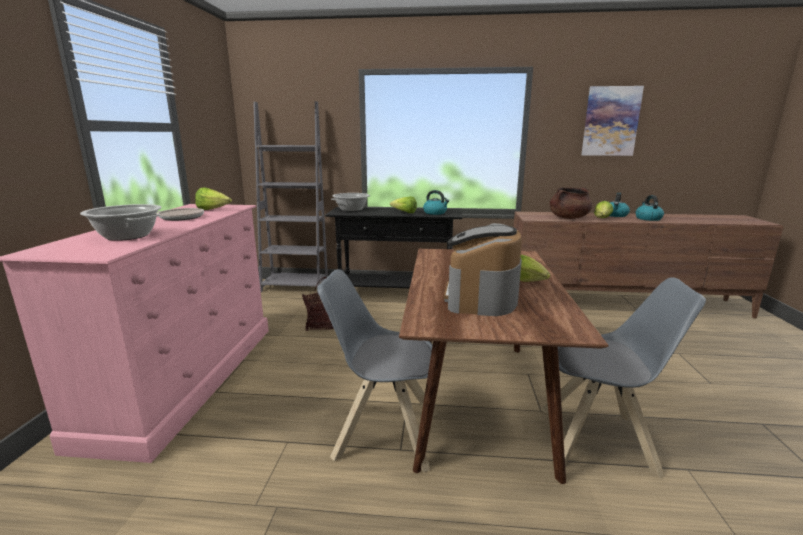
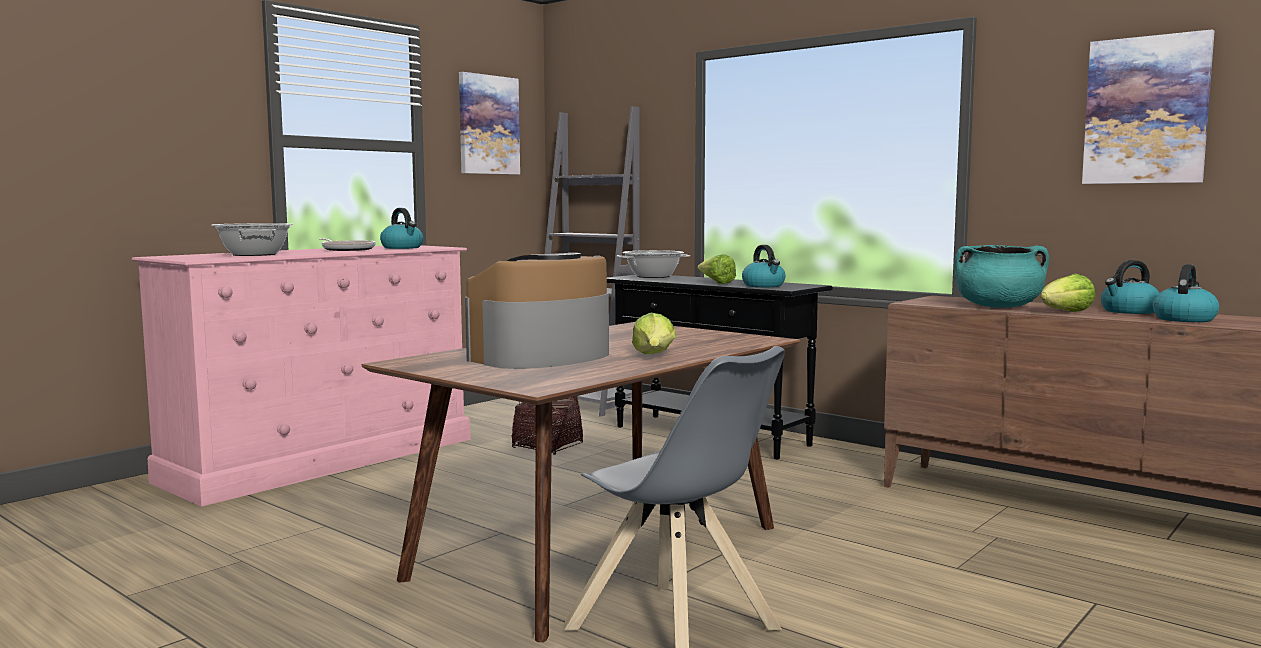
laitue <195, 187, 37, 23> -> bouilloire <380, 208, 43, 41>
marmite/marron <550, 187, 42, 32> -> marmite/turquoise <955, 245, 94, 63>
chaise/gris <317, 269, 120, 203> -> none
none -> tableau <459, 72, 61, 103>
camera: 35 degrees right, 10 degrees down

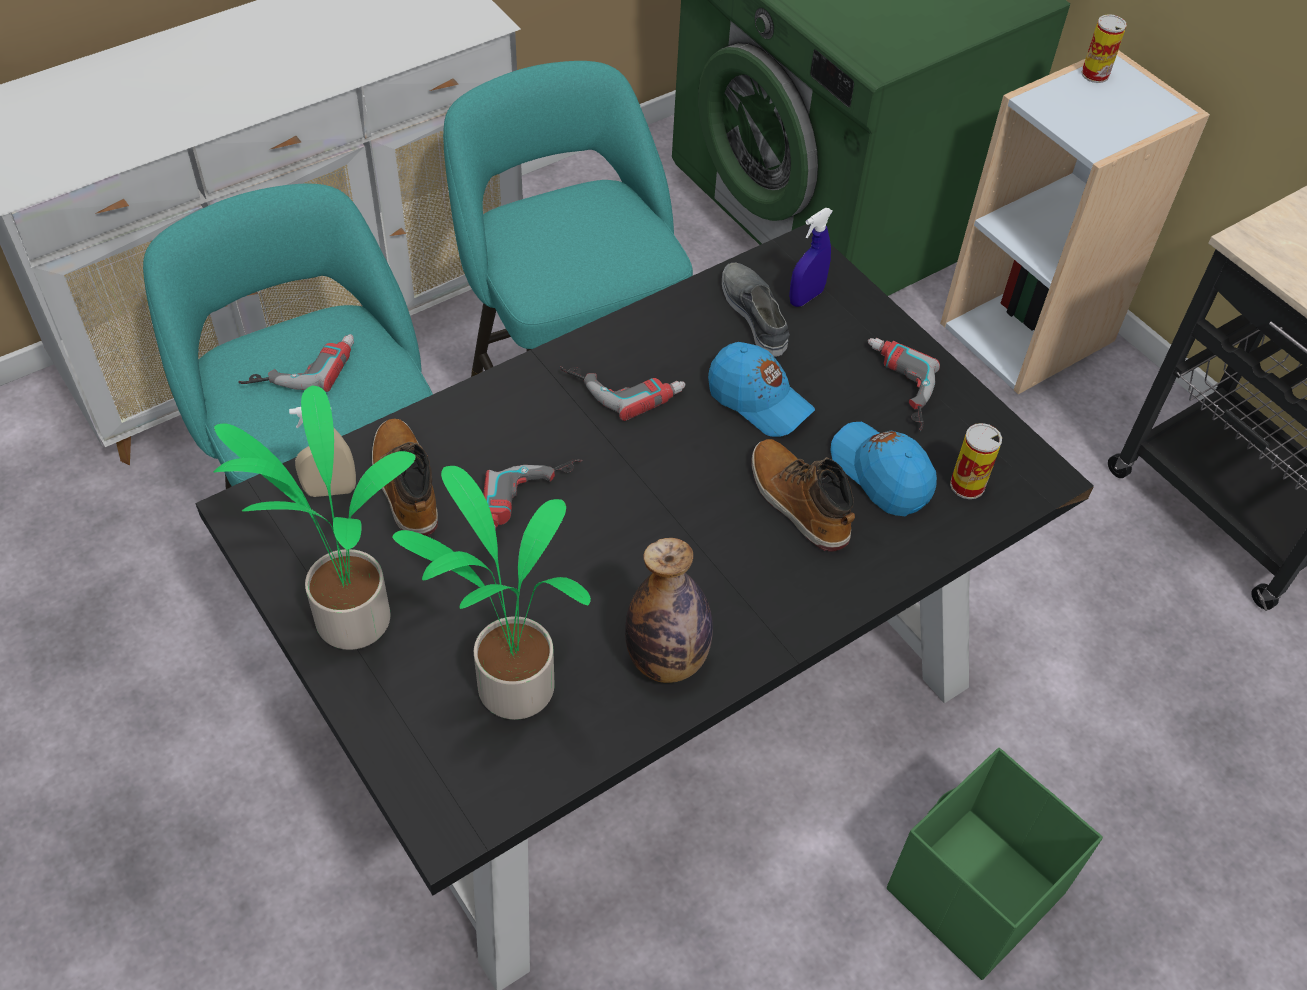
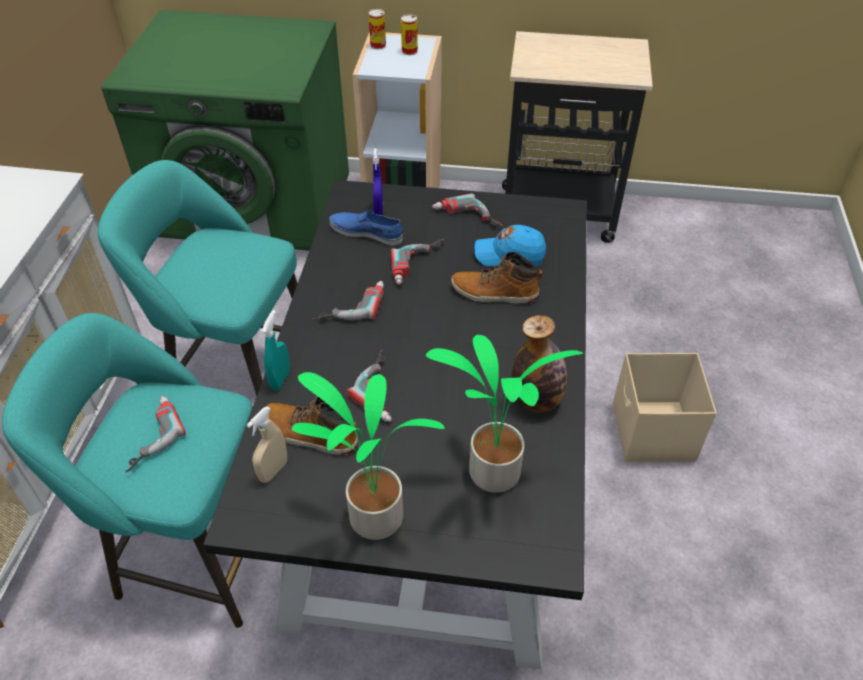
chaussure/gris <722, 263, 68, 94> -> chaussure/bleu <329, 210, 74, 35>
casquette/bleu <708, 342, 107, 95> -> perceuse <390, 239, 54, 46>
boîte métallique <950, 423, 52, 76> -> boîte métallique <401, 14, 17, 41>, move
boîte de rangement/vert <887, 748, 216, 232> -> boîte de rangement/beige <613, 353, 104, 109>
none -> vaporisateur/turquoise <261, 310, 29, 80>
camera: 45 degrees left, 5 degrees down

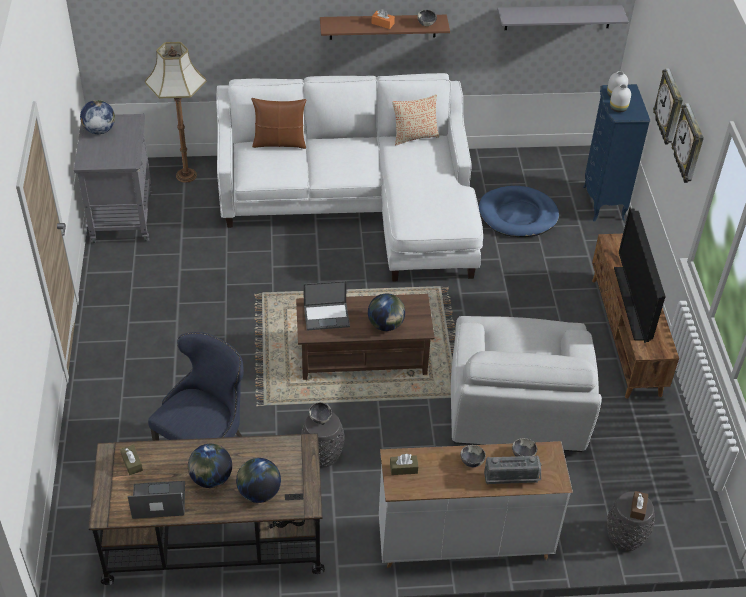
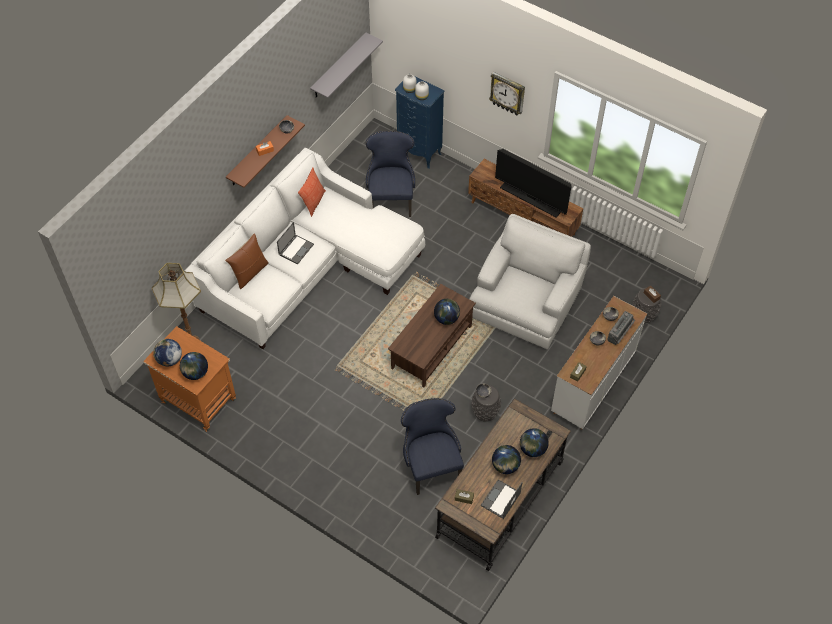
horloge murale <653, 68, 30, 77> -> none
coussin/beige <392, 94, 48, 51> -> coussin/orange <298, 168, 28, 49>
chariot/gris <74, 114, 78, 129> -> chariot/orange <143, 326, 93, 106>
panier pour chien/bleu <479, 186, 80, 51> -> chaise/bleu <366, 131, 49, 86>
ordinateur portable <303, 281, 47, 49> -> ordinateur portable <277, 222, 37, 42>, move
fauteuil/blanc <451, 316, 151, 136> -> fauteuil/blanc <469, 214, 122, 135>, 105 degrees counterclockwise
none -> globe <180, 352, 28, 28>
camera: 50 degrees left, 10 degrees up

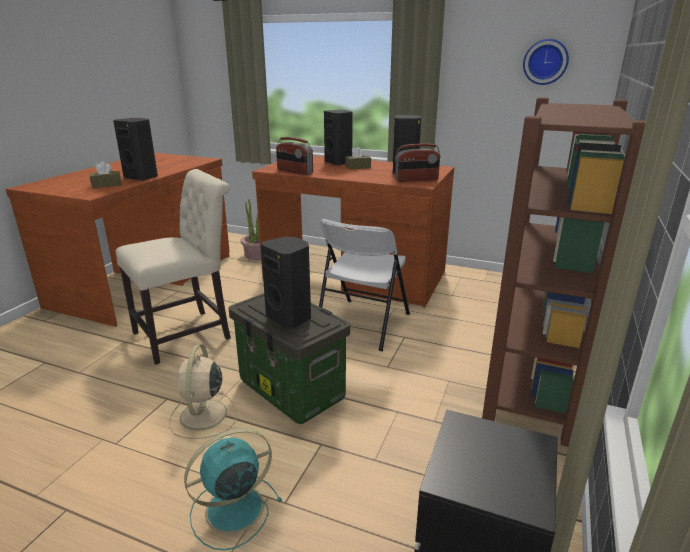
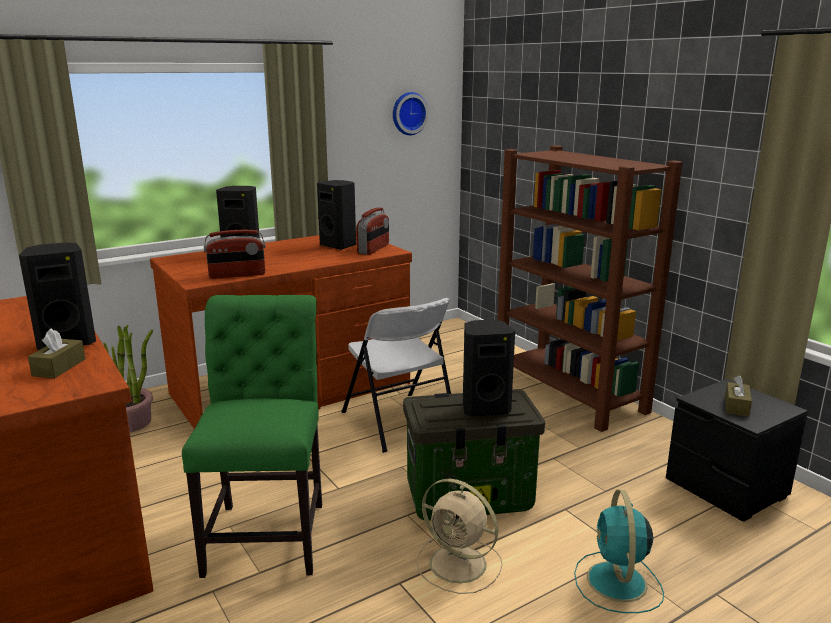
boîte à mouchoirs/marron <345, 147, 26, 22> -> boîte à mouchoirs/marron <725, 375, 27, 42>, move
chaise/beige <116, 169, 115, 196> -> chaise/vert <182, 295, 140, 283>
camera: 55 degrees left, 5 degrees down

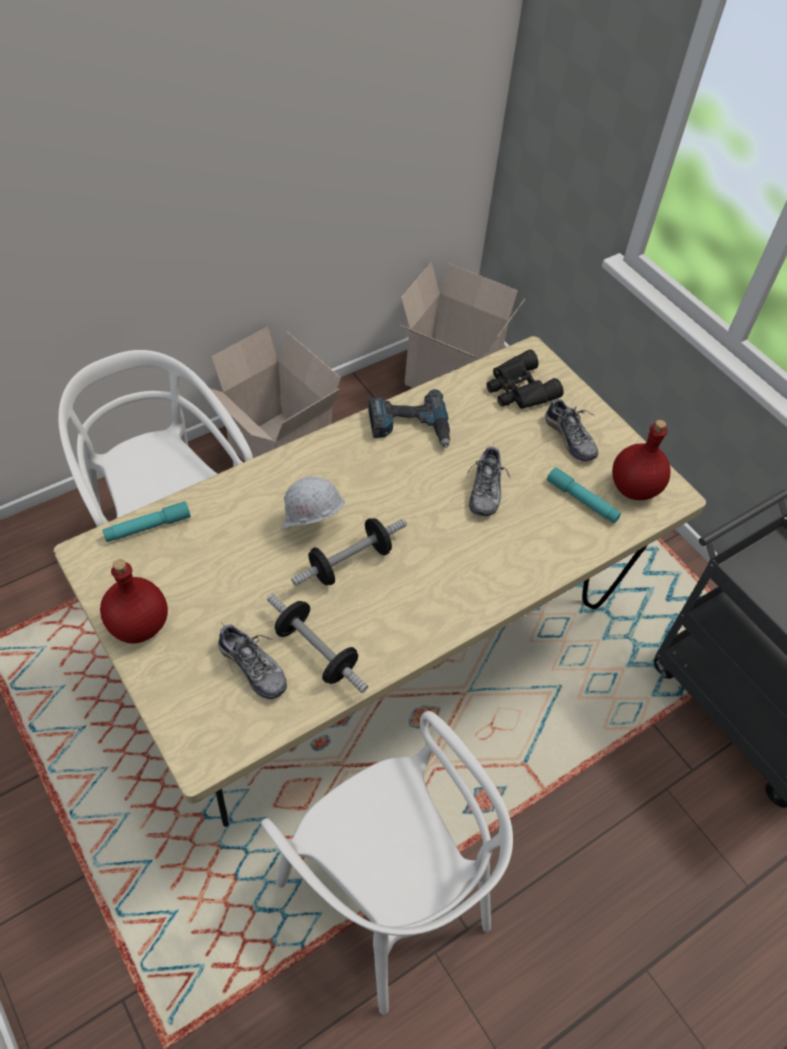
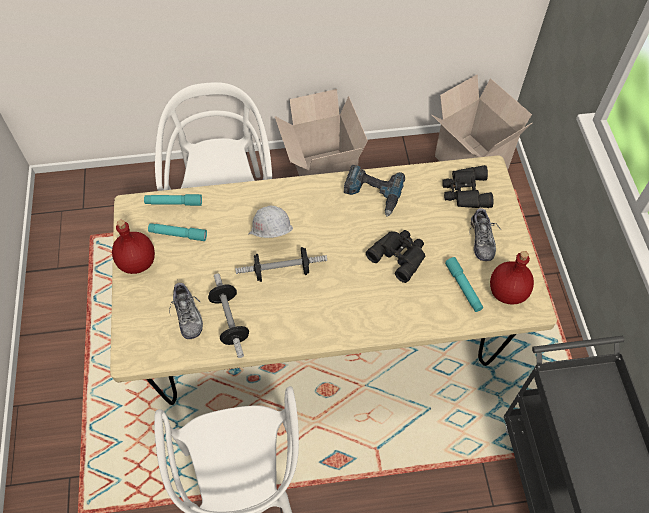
chaussure <467, 444, 43, 72> -> jumelles/noir <366, 230, 59, 53>
none -> lampe de poche/turquoise <148, 223, 59, 18>
camera: 30 degrees right, 5 degrees up

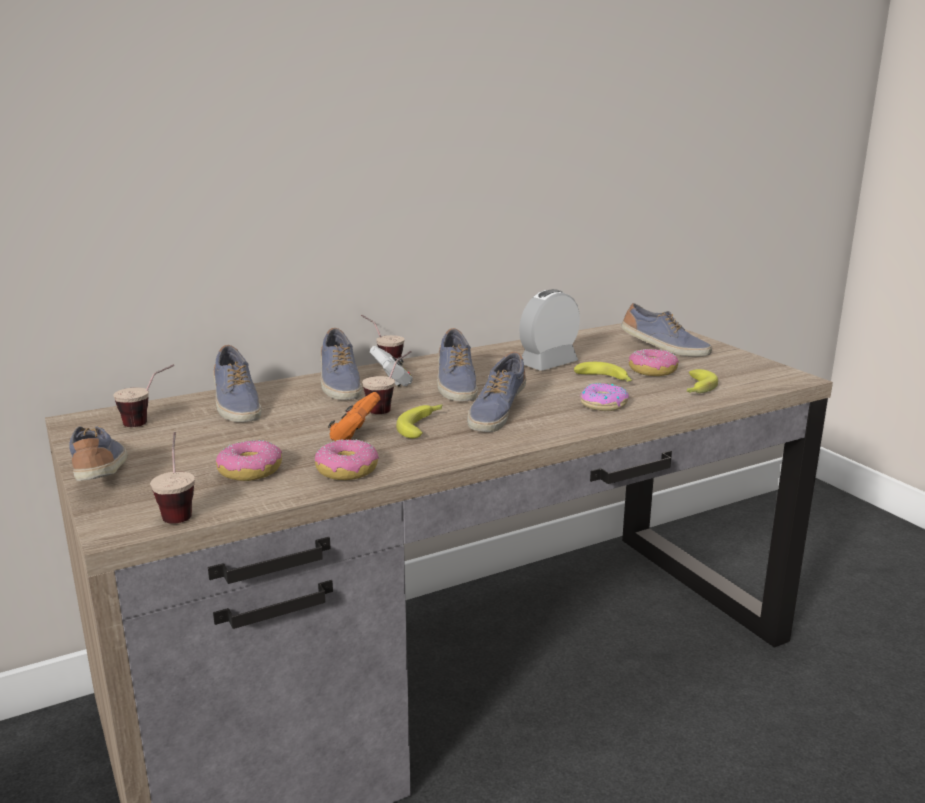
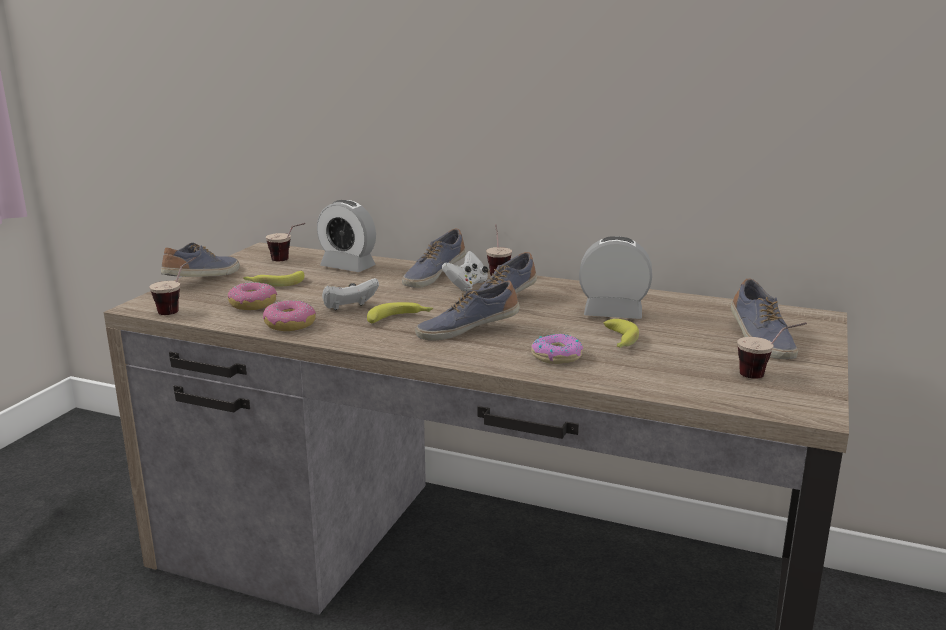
chaussure <213, 345, 48, 77> -> réveil <317, 200, 59, 72>
beignet <629, 349, 50, 27> -> none
tasse <362, 351, 49, 63> -> tasse <737, 322, 70, 57>, move
banane <687, 369, 31, 24> -> banane <243, 271, 61, 15>, move
manette/orange <328, 392, 52, 49> -> manette/blanc <322, 278, 57, 32>
camera: 50 degrees right, 0 degrees up

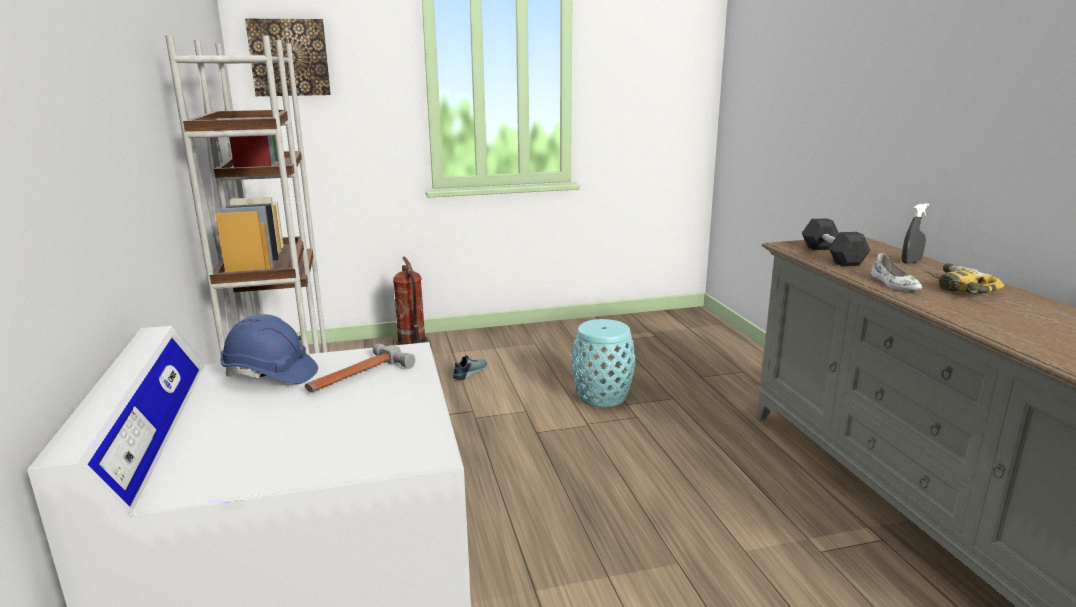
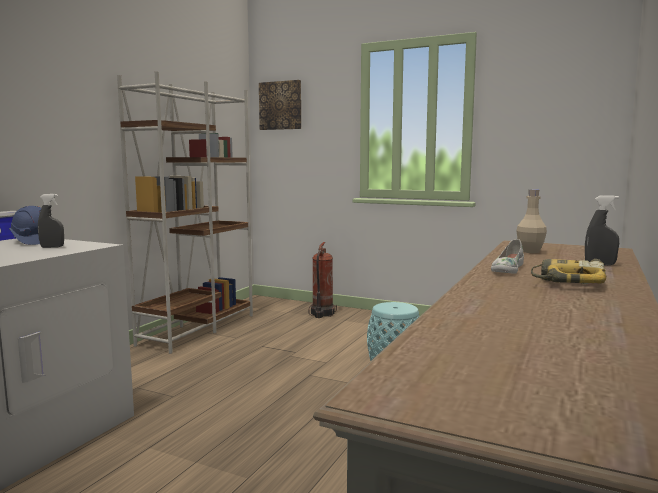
haltère/noir <802, 218, 68, 48> -> bouteille/beige <516, 189, 31, 64>
marteau <305, 343, 110, 49> -> vaporisateur/gris <38, 194, 26, 54>
chaussure <453, 355, 34, 25> -> none
camera: 40 degrees right, 10 degrees down

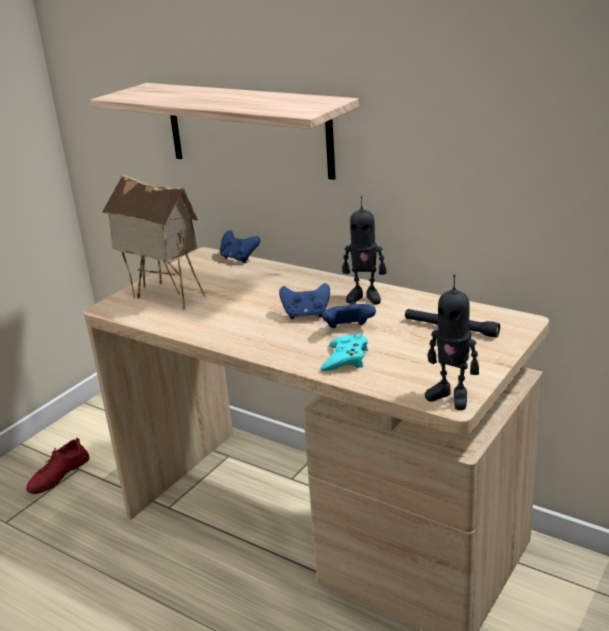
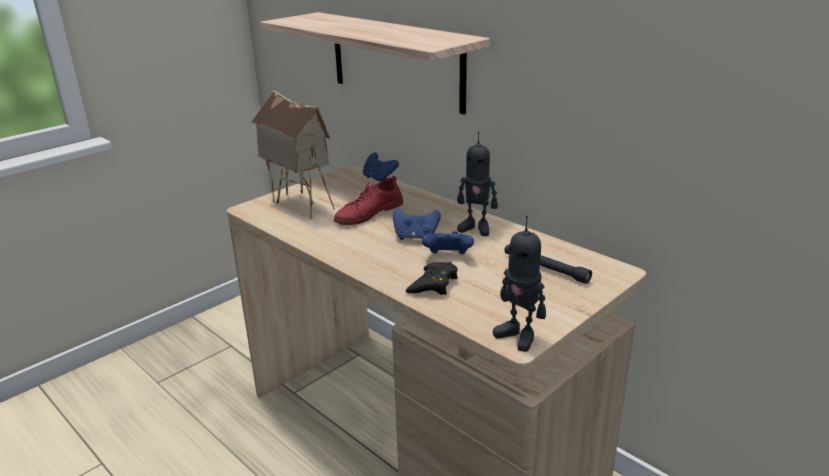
manette/turquoise <321, 334, 47, 37> -> manette/noir <406, 262, 52, 33>
chaussure/rouge <26, 438, 63, 56> -> chaussure/rouge <334, 176, 69, 49>, move
camera: 10 degrees right, 0 degrees up

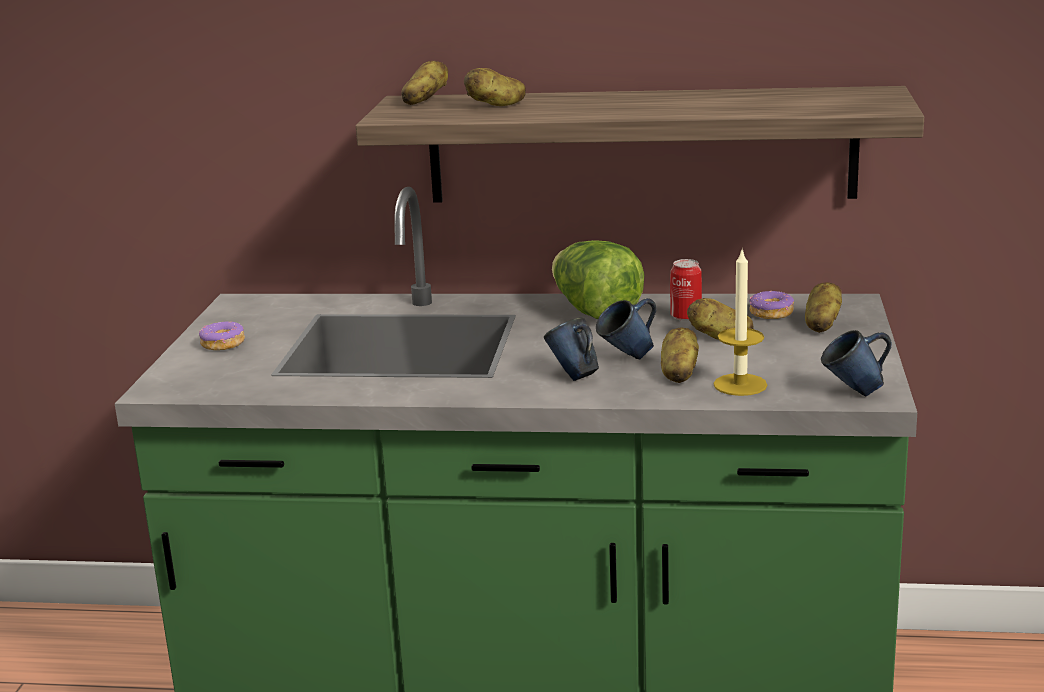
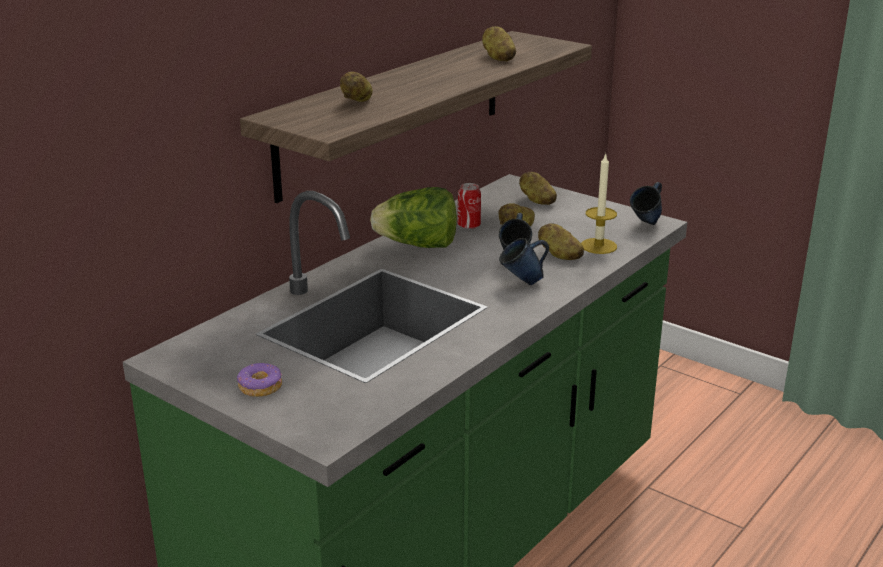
pomme de terre <401, 61, 47, 44> -> pomme de terre <482, 26, 34, 35>, move
beignet <749, 291, 45, 28> -> none
camera: 60 degrees left, 5 degrees up

